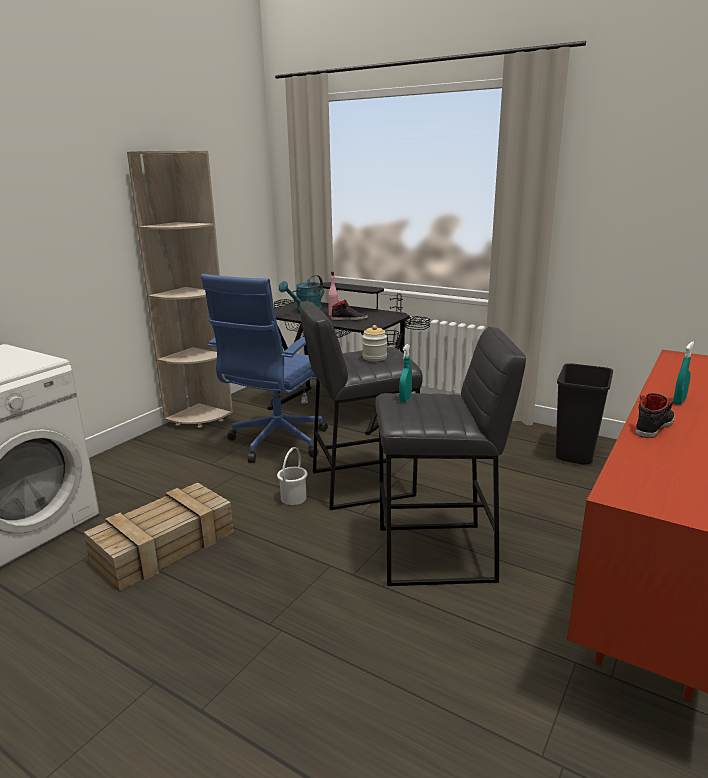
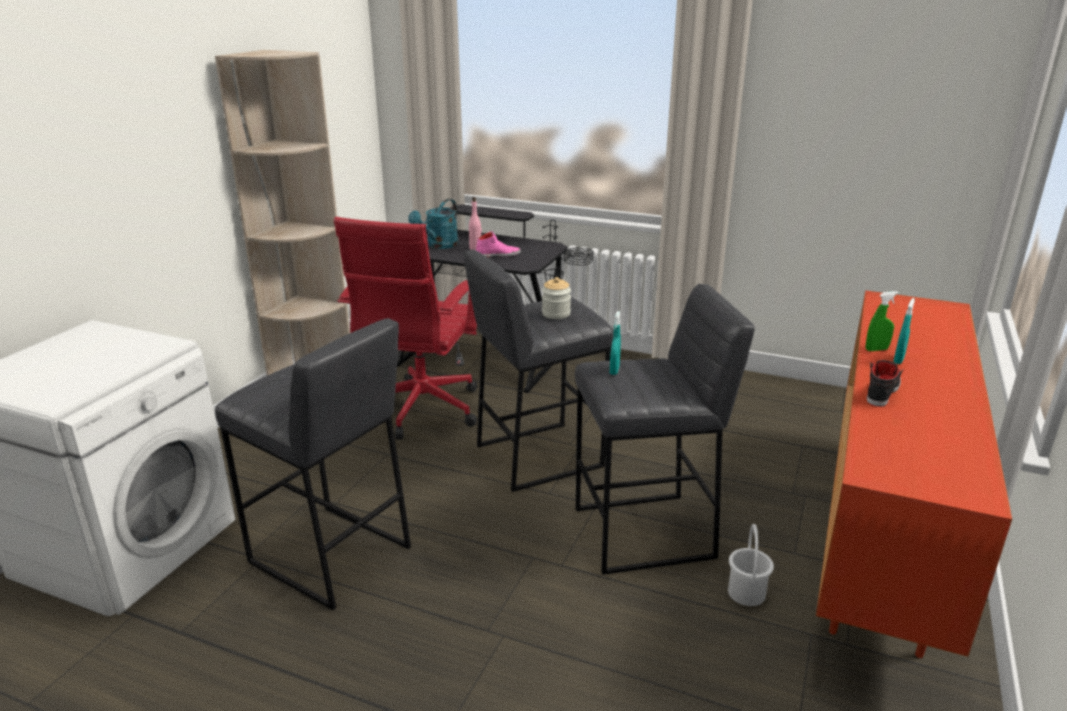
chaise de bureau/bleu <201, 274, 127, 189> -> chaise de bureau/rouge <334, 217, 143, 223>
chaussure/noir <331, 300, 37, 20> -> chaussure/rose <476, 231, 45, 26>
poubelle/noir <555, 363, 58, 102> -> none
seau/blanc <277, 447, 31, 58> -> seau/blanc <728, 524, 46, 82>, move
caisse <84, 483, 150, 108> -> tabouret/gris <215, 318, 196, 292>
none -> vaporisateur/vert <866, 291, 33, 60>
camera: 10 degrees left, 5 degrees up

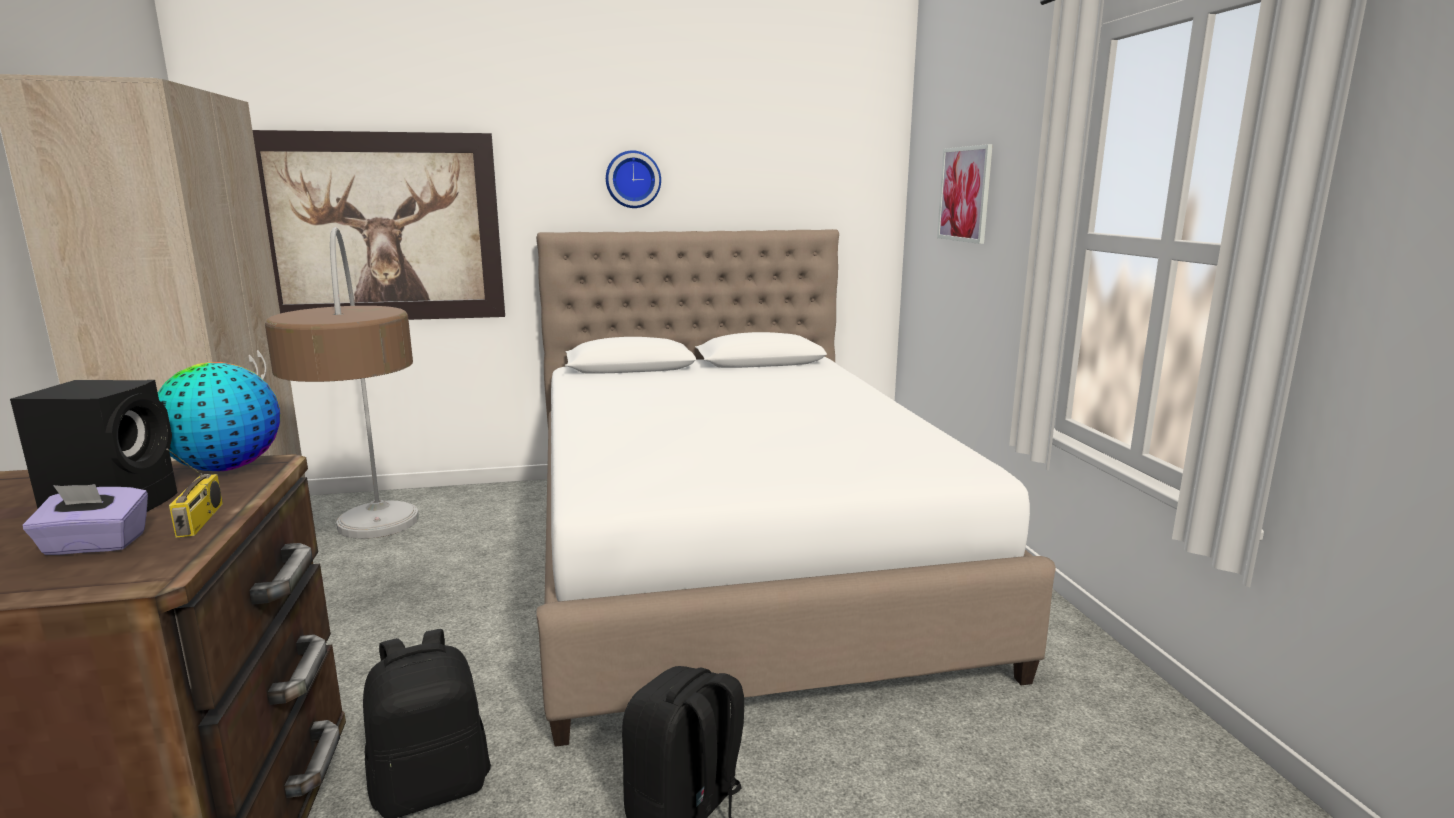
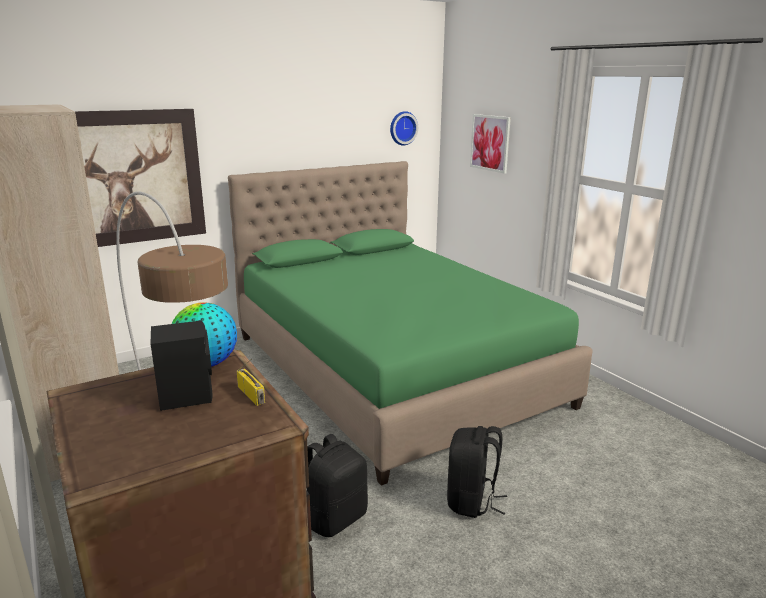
horloge murale <606, 150, 55, 58> -> horloge murale <390, 111, 28, 35>, move
lit/blanc <536, 229, 520, 518> -> lit/vert <228, 161, 365, 325>
boîte à mouchoirs/violet <23, 484, 125, 71> -> none
camera: 20 degrees left, 5 degrees up

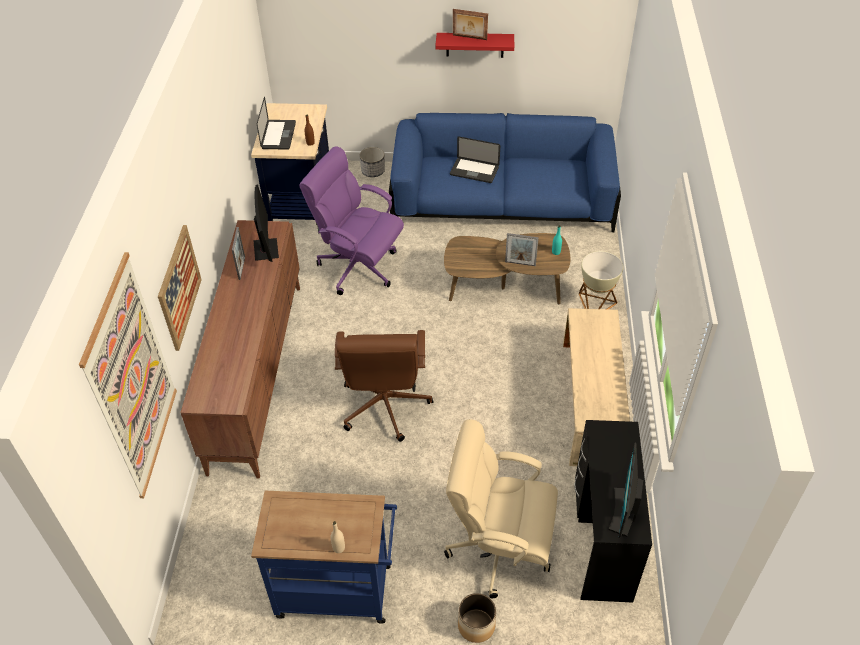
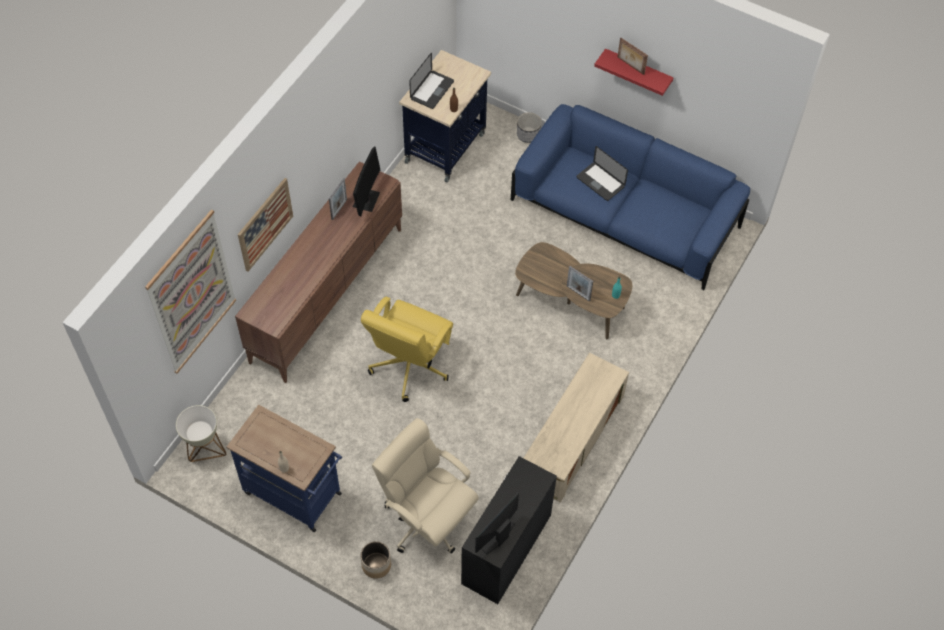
chaise de bureau/violet <299, 146, 105, 149> -> none
cache-pot <579, 251, 45, 58> -> cache-pot <176, 405, 50, 57>, move
chaise de bureau/marron <335, 330, 98, 112> -> chaise de bureau/jaune <361, 297, 92, 105>
camera: 25 degrees right, 10 degrees up

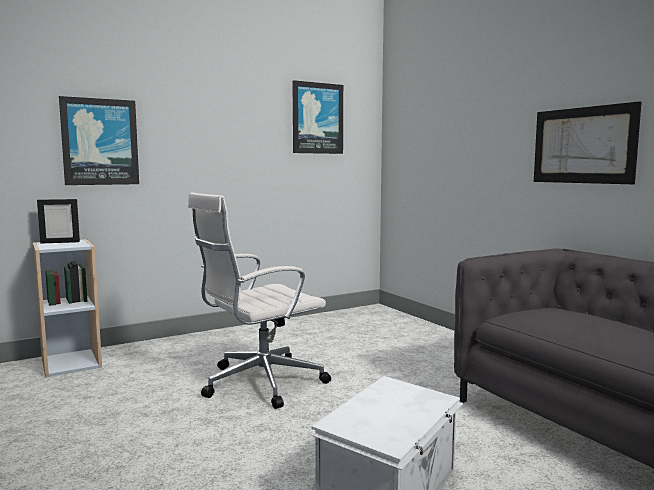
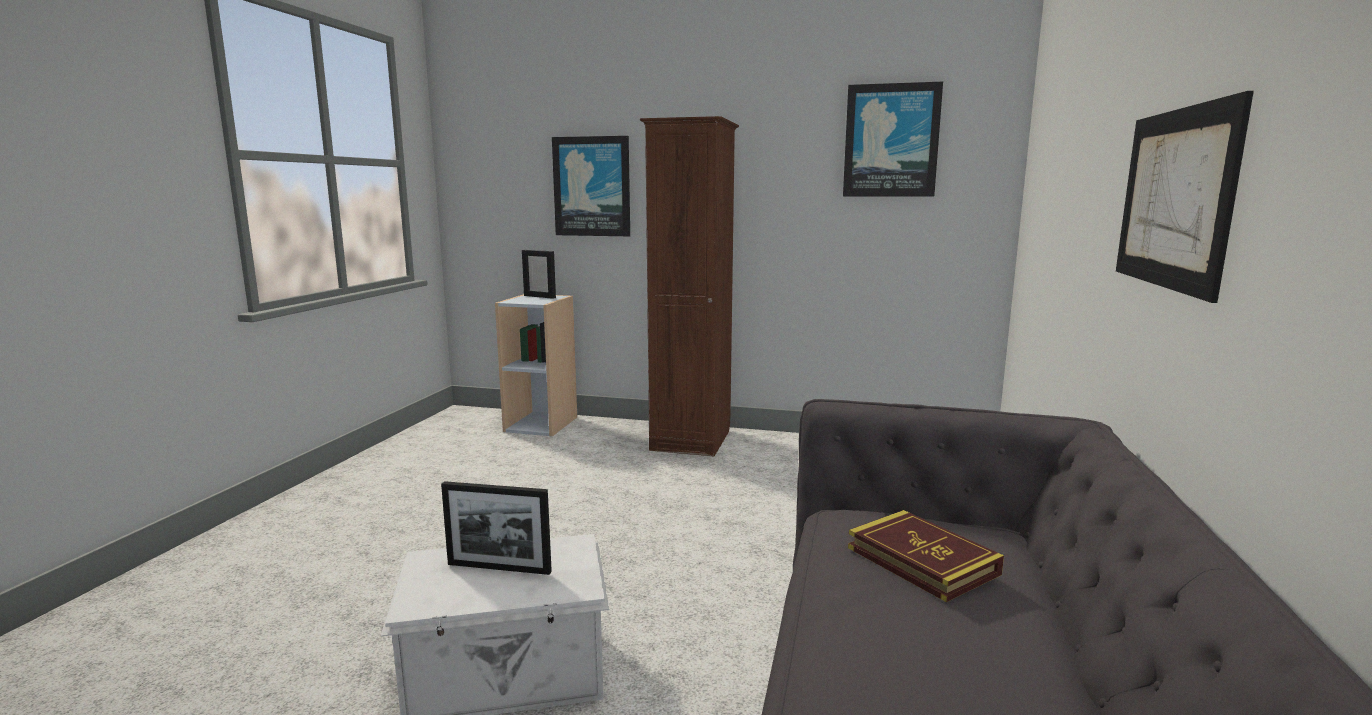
chaise de bureau/blanc <188, 192, 143, 217> -> none
none -> meuble de rangement/marron <640, 116, 99, 341>
none -> cadre photo <441, 481, 111, 94>
none -> livre <848, 510, 156, 92>
camera: 45 degrees right, 5 degrees up

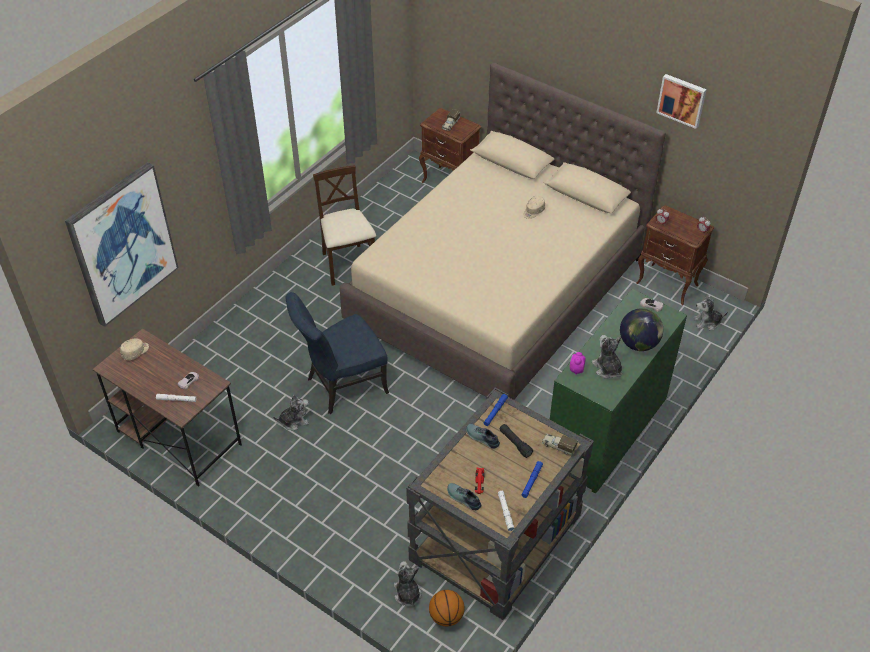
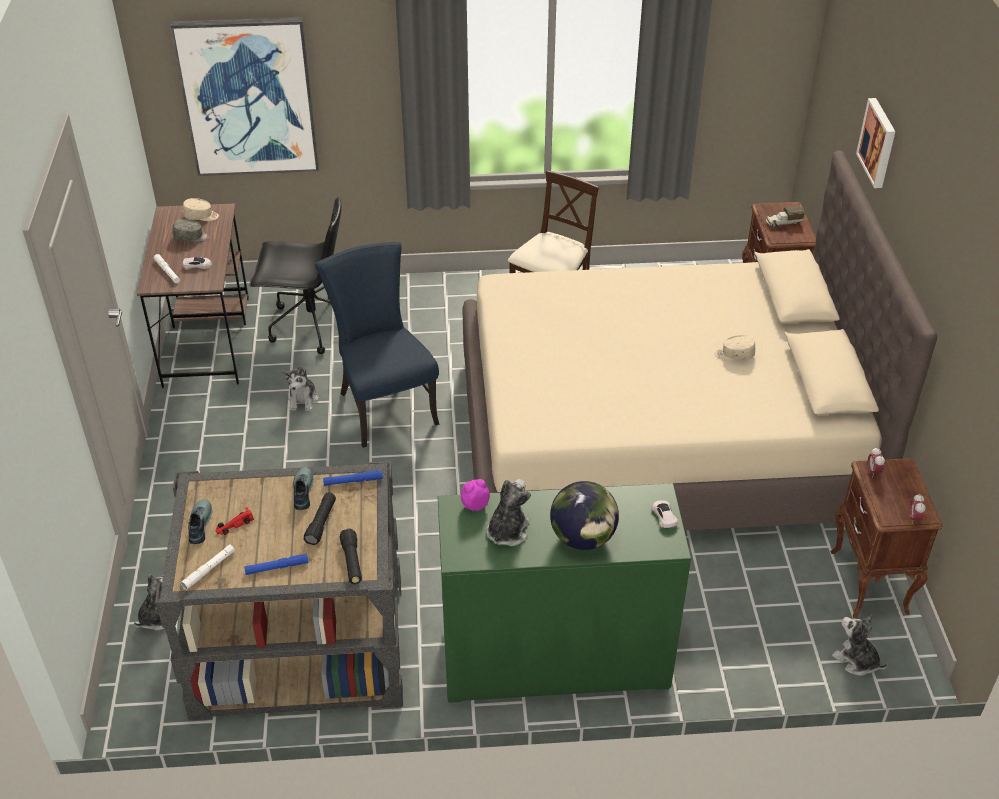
tableau <656, 74, 51, 55> -> tableau <856, 98, 39, 90>, move
chaise/bleu <285, 292, 104, 122> -> chaise/bleu <315, 242, 125, 206>, 45 degrees clockwise
peluche <273, 395, 36, 35> -> peluche <282, 367, 37, 44>, 60 degrees clockwise
camion jouet <542, 433, 36, 22> -> lampe de poche/noir <340, 528, 22, 56>
ballon de basket <429, 590, 35, 36> -> none
none -> chaise de bureau/noir <249, 197, 93, 157>
none -> casquette/gris <173, 219, 37, 24>
camera: 50 degrees right, 5 degrees down

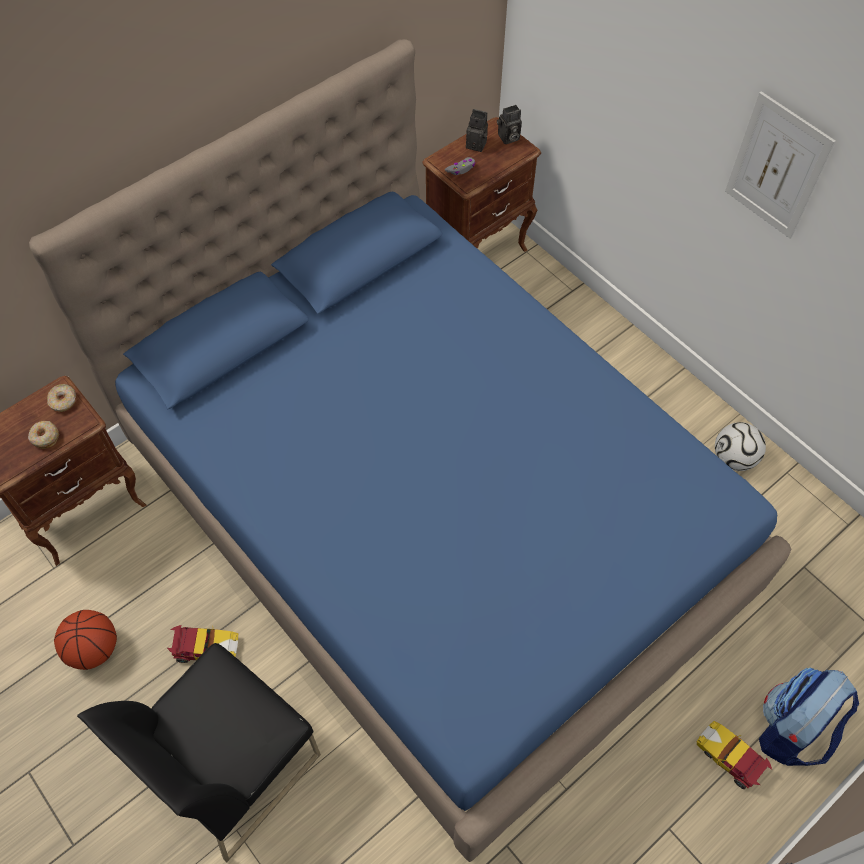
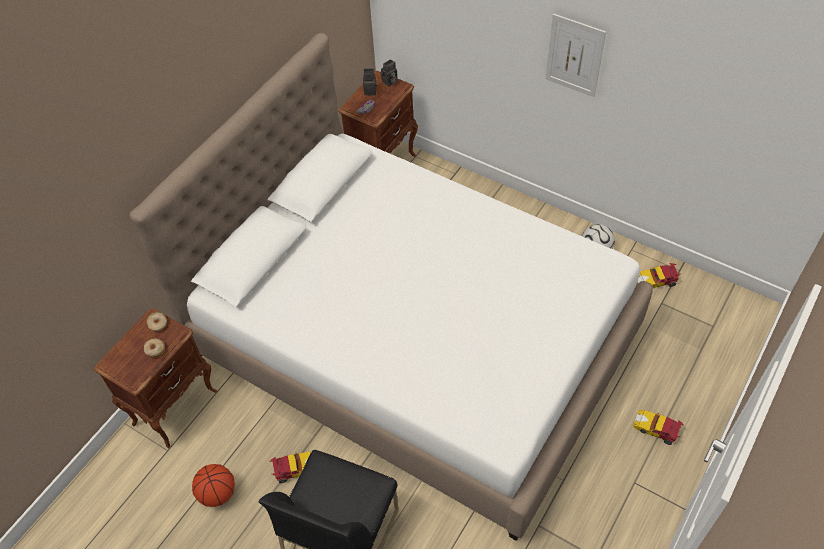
lit/bleu <29, 39, 763, 823> -> lit/blanc <130, 33, 523, 508>
sac à dos <759, 668, 100, 98> -> none
none -> petite voiture <638, 263, 43, 25>
camera: 15 degrees left, 5 degrees down

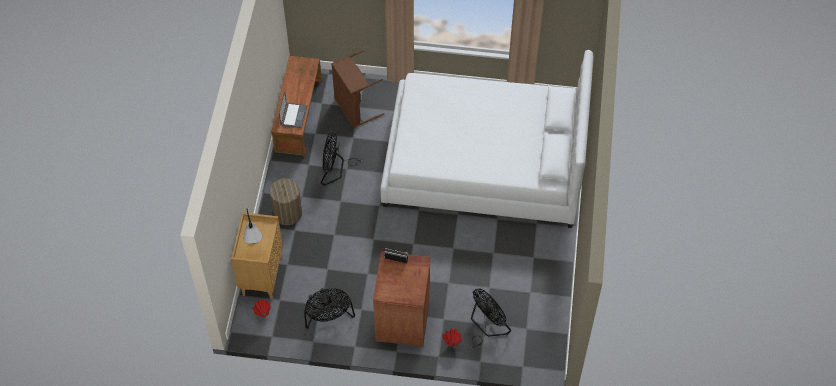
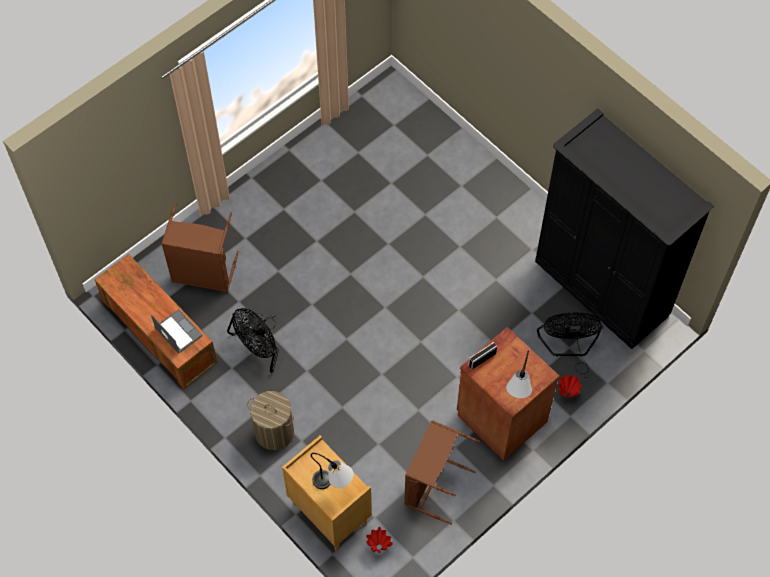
lit/blanc <380, 50, 214, 178> -> none
ventilateur/noir <303, 288, 52, 41> -> panier à linge/marron <404, 420, 76, 105>
none -> armoire/noir <535, 108, 180, 241>
none -> lampe de table <506, 350, 26, 48>
camera: 50 degrees left, 5 degrees up

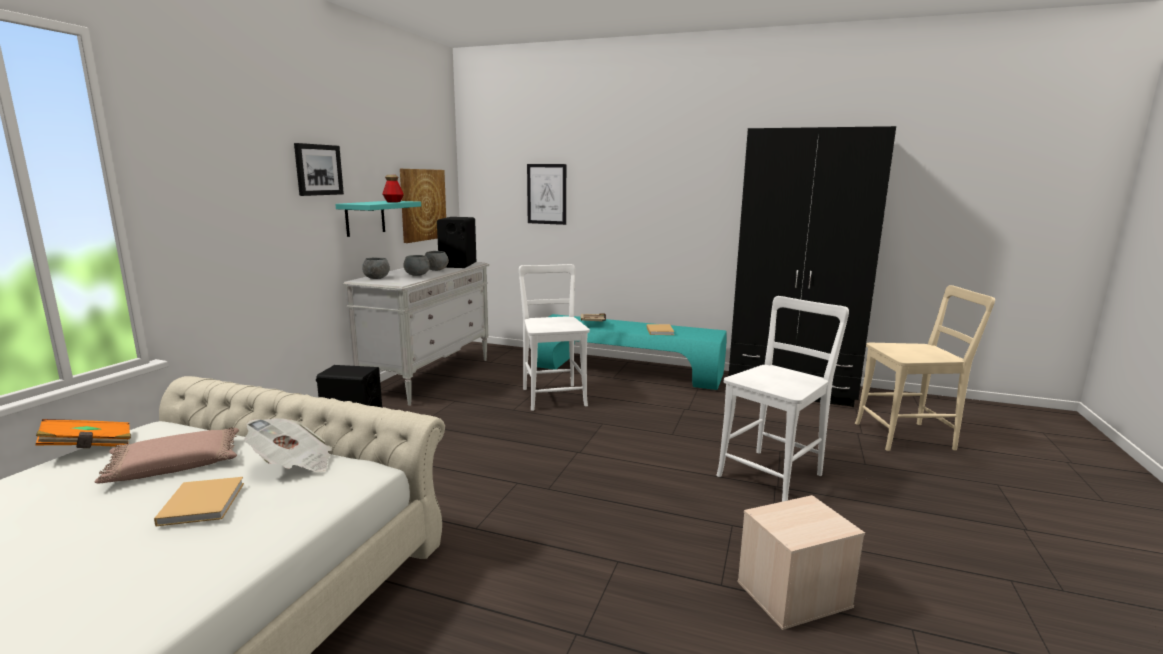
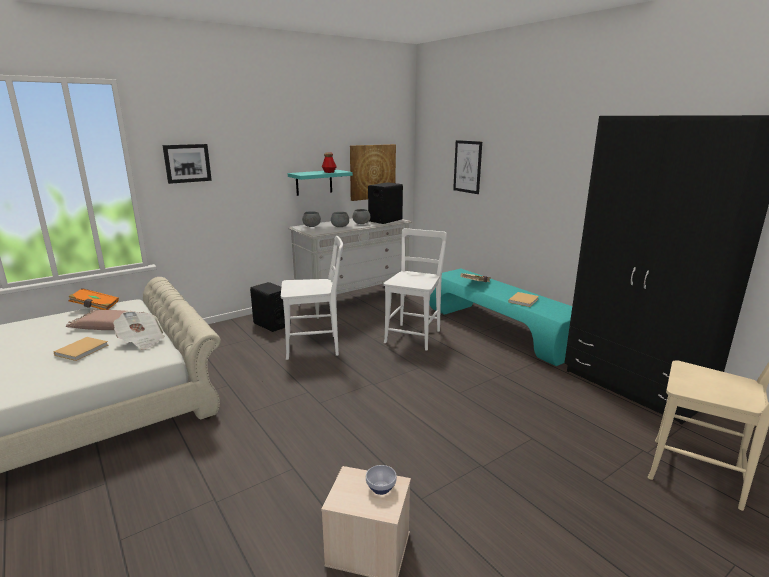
tableau <294, 143, 50, 53> -> tableau <162, 144, 50, 40>, move
chaise/blanc <716, 296, 133, 206> -> chaise/blanc <281, 236, 62, 124>, move
none -> bol <366, 465, 31, 30>
camera: 35 degrees right, 5 degrees up

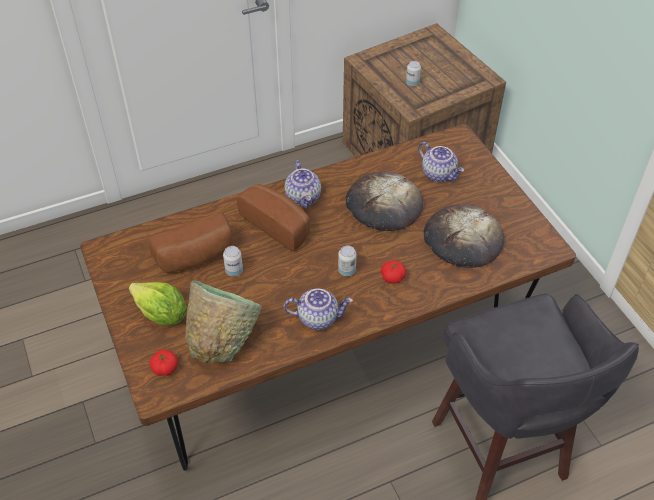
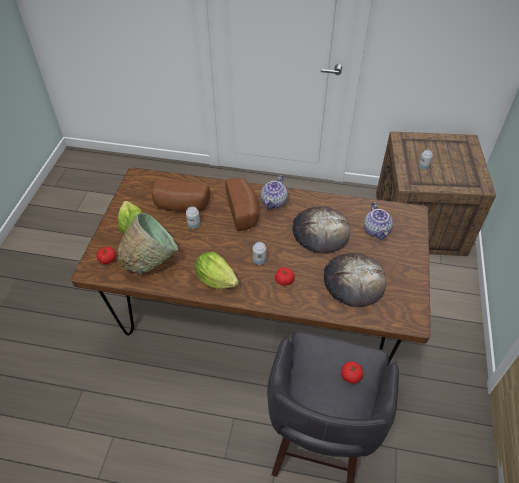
théière <284, 289, 69, 41> -> laitue <195, 252, 44, 37>
none -> tomate <341, 361, 23, 23>
camera: 35 degrees right, 0 degrees up

